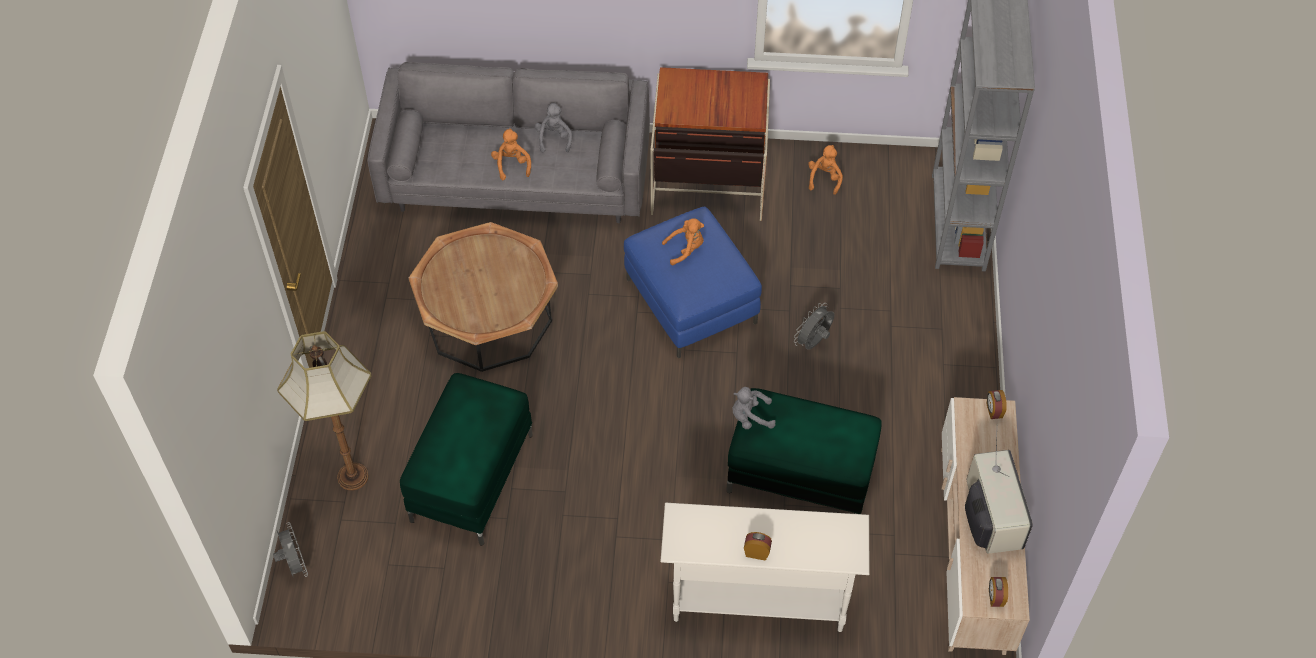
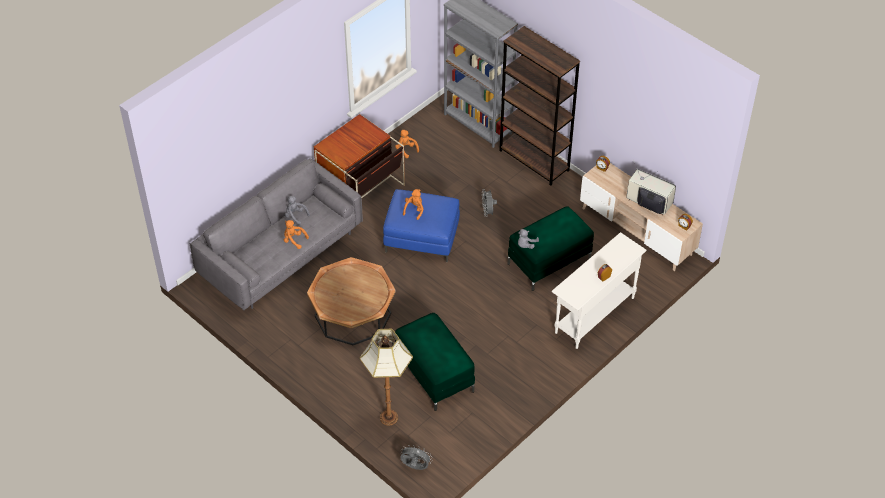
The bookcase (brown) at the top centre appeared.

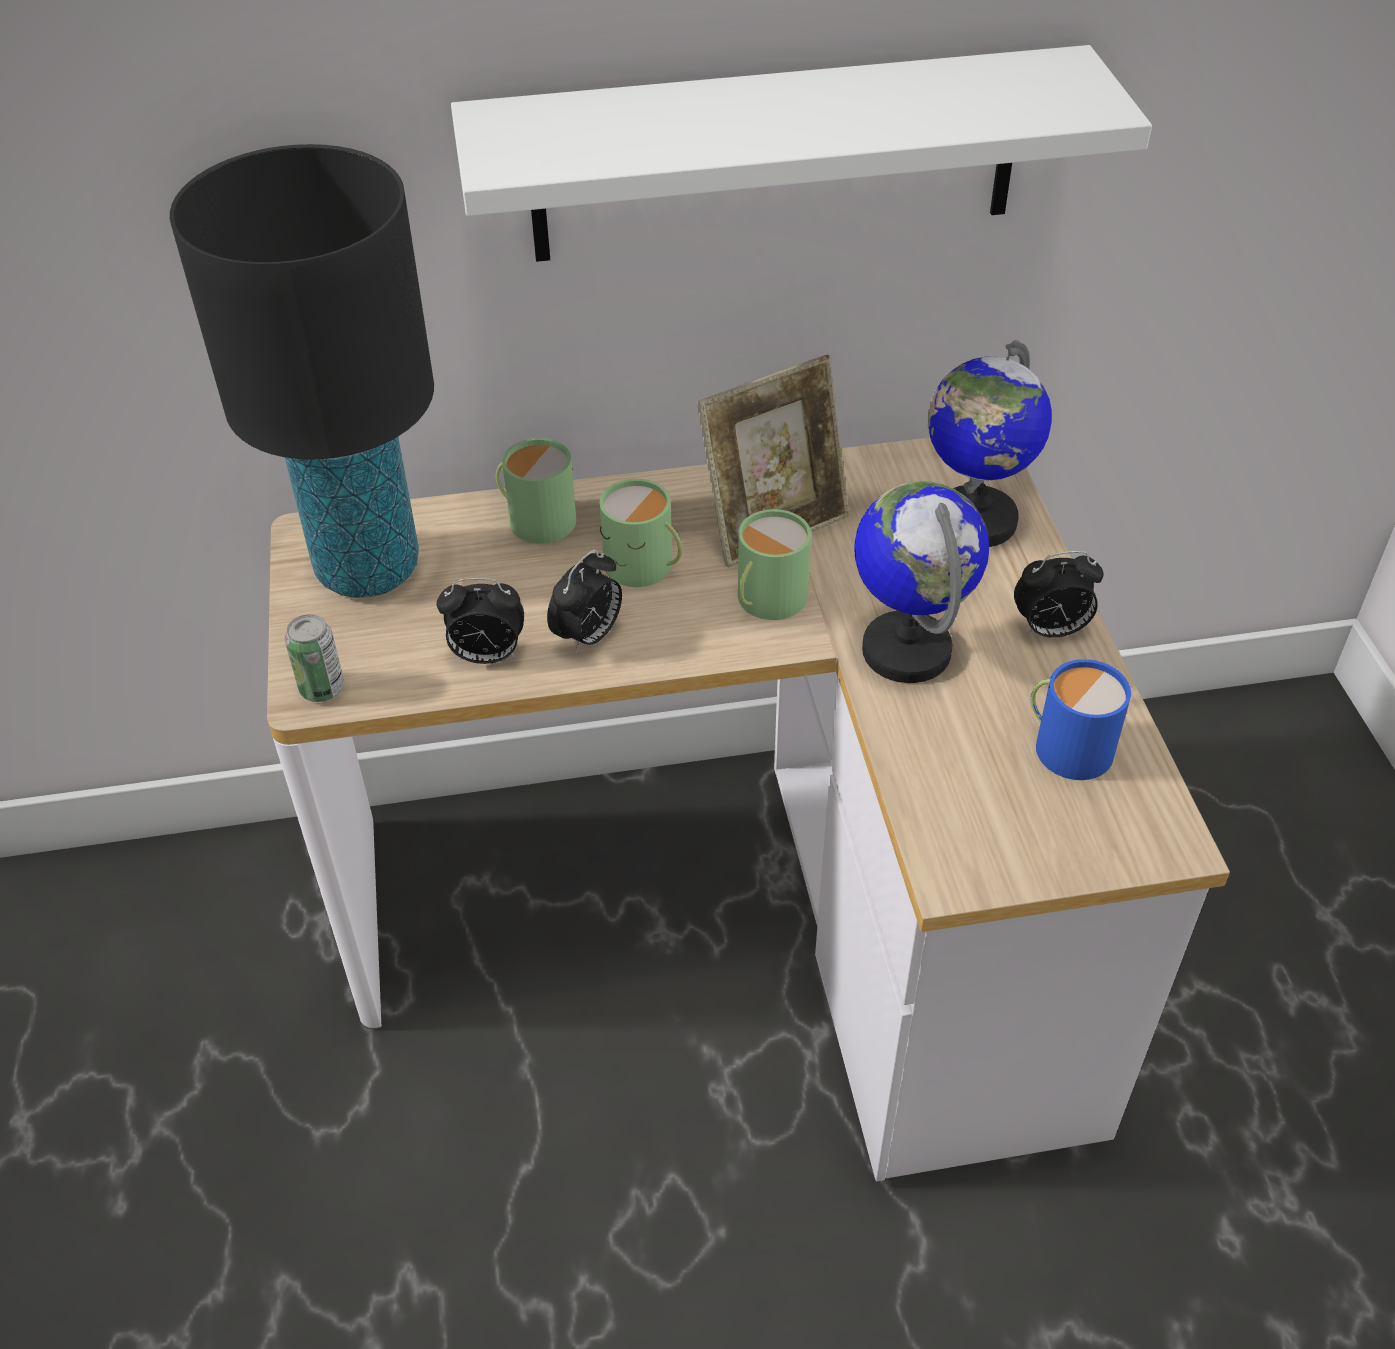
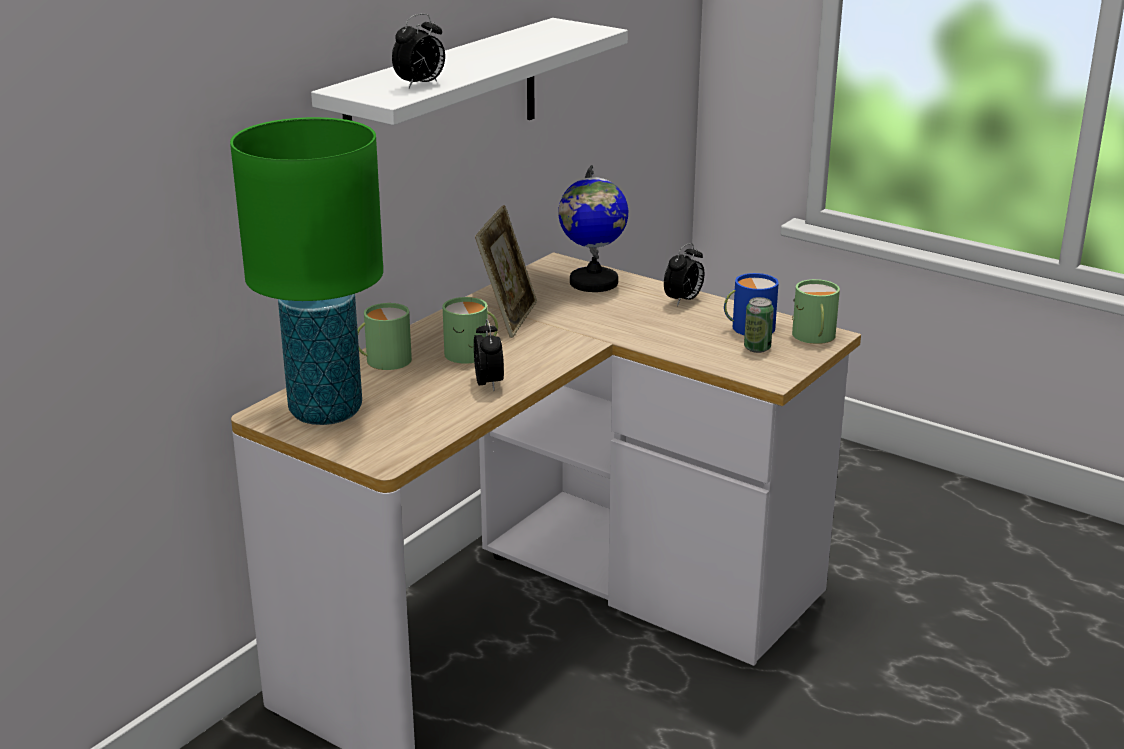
The lamp for a table (blackish) at the top left became the lamp for a table (green) at the middle left.
The desk globe (1st from left) at the centre disappeared.
The coffee mug (green) (3rd from left) moved from the centre to the middle right.
The alarm clock (1st from left) moved from the centre to the top centre.
The metal can moved from the middle left to the middle right.

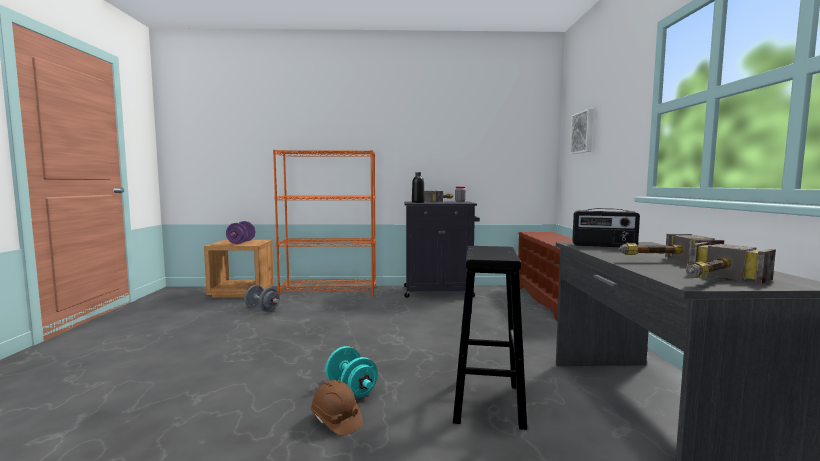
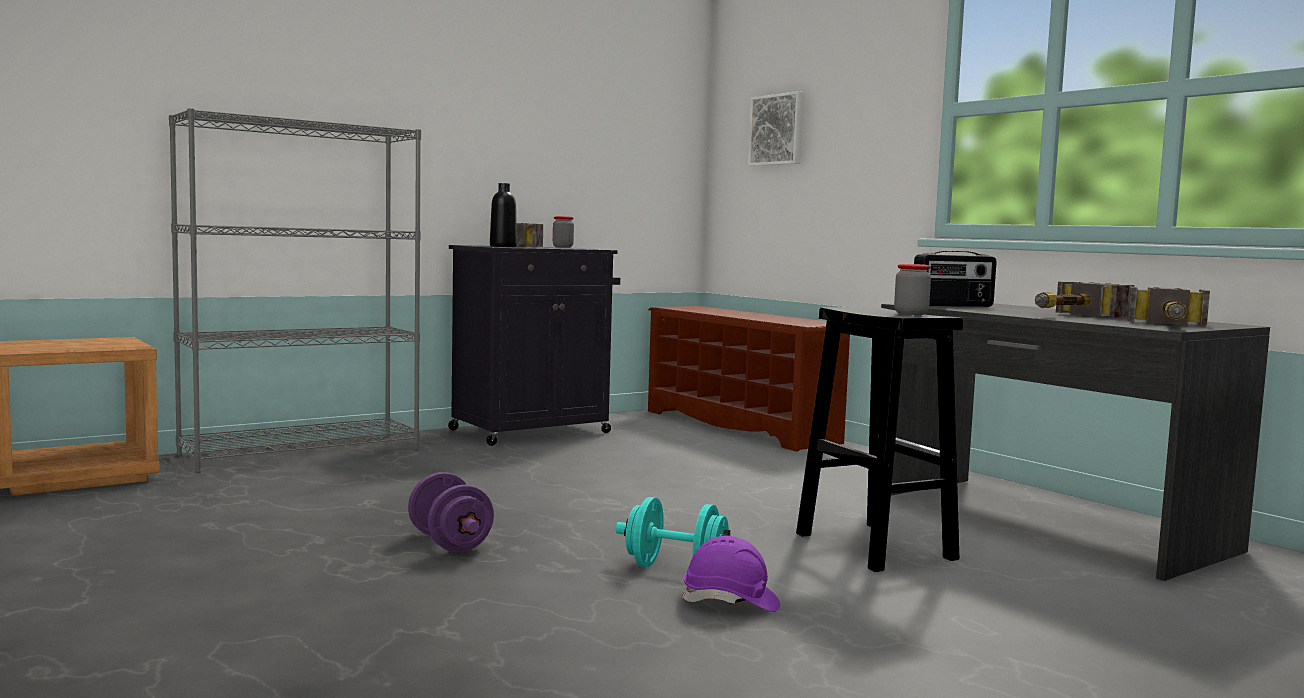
The bookcase (orange) at the centre became the bookcase (grey) at the middle left.
The hand weight (purplish) moved from the middle left to the bottom centre.
The hand weight (grey) at the middle left disappeared.
The work helmet (brown) at the bottom centre became the work helmet (purplish) at the bottom centre.
The jar (2nd from left) at the middle right appeared.

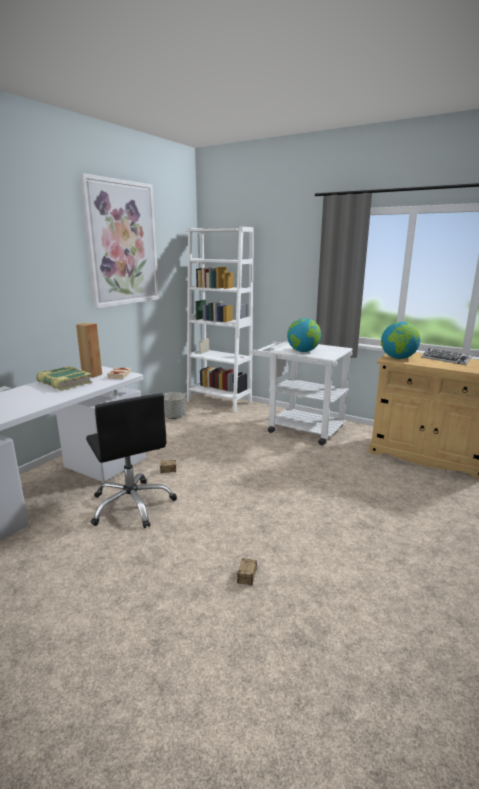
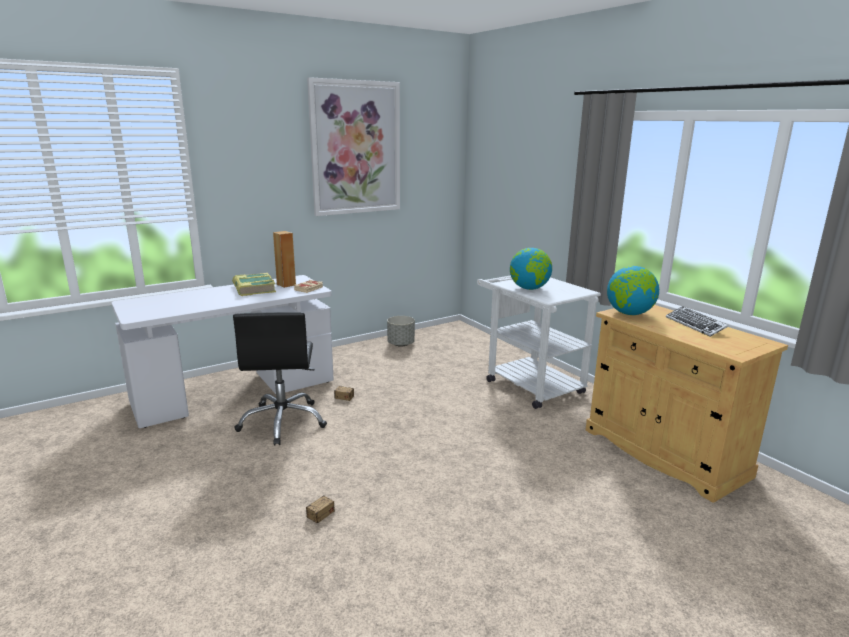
The bookcase (white) at the centre disappeared.

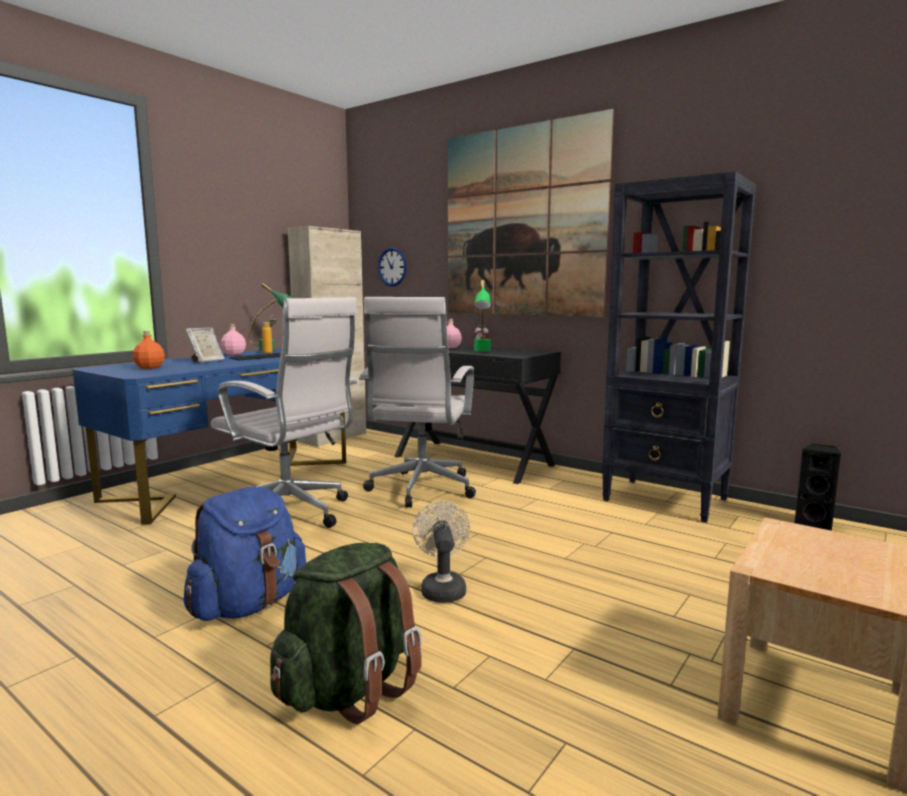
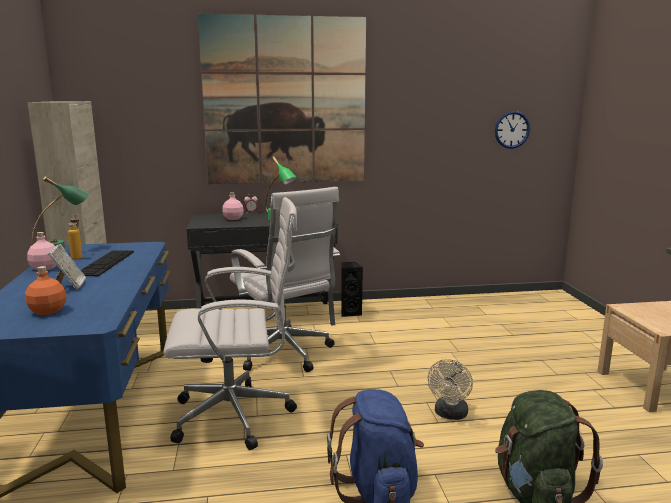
The bookcase (blackish) at the middle right disappeared.
The hanging clock moved from the centre to the top right.
The loudspeaker (blackish) moved from the middle right to the centre.
The fan (beige-coloured) at the bottom centre turned 105 degrees counterclockwise.

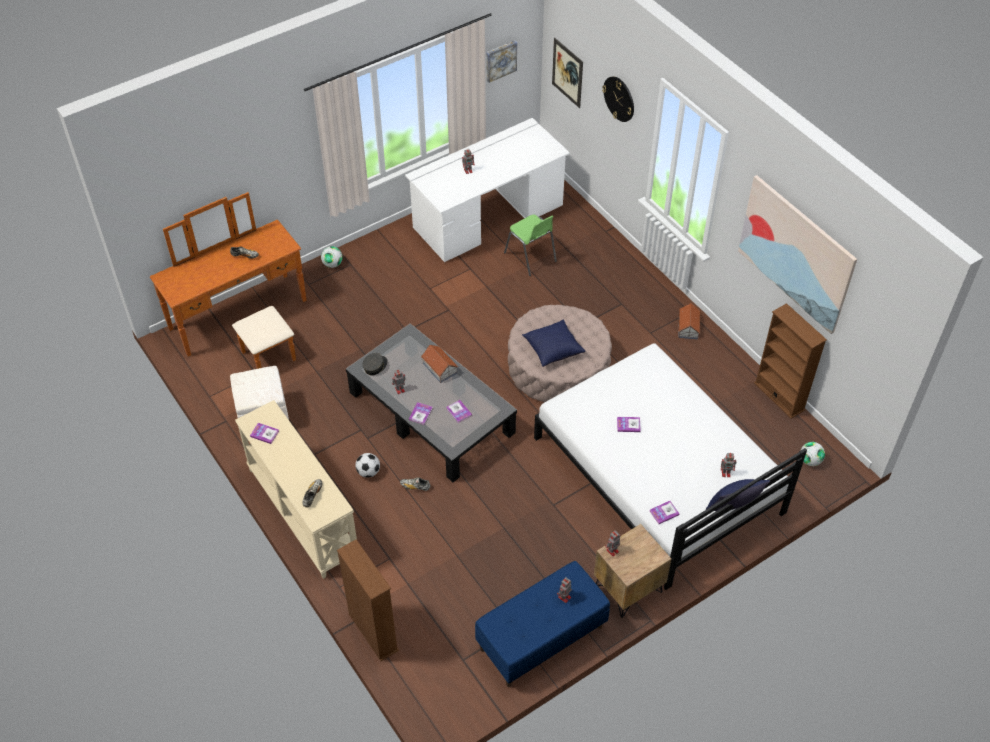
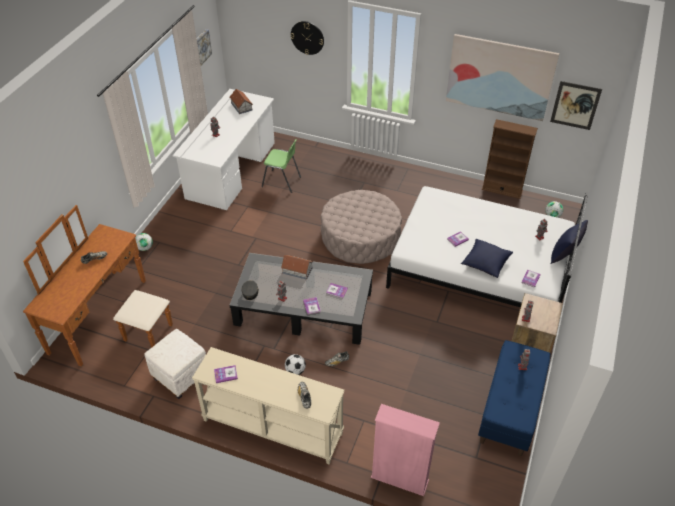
The wall picture (2nd from left in the first image) moved from the top centre to the top right.
The miniature house (2nd from left in the first image) moved from the middle right to the top centre.
The pillow (blue) (1st from left) moved from the centre to the middle right.
The bookcase (brown) (1st from left) at the bottom centre became the bookcase (pinkish) at the bottom centre.

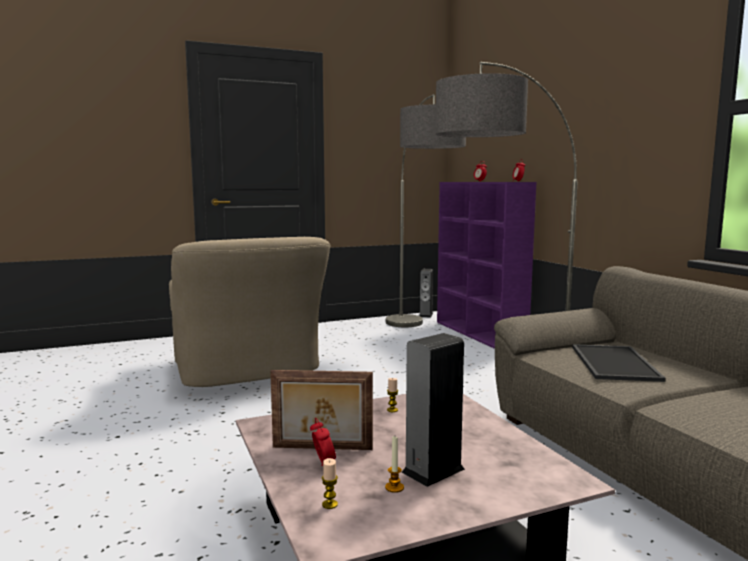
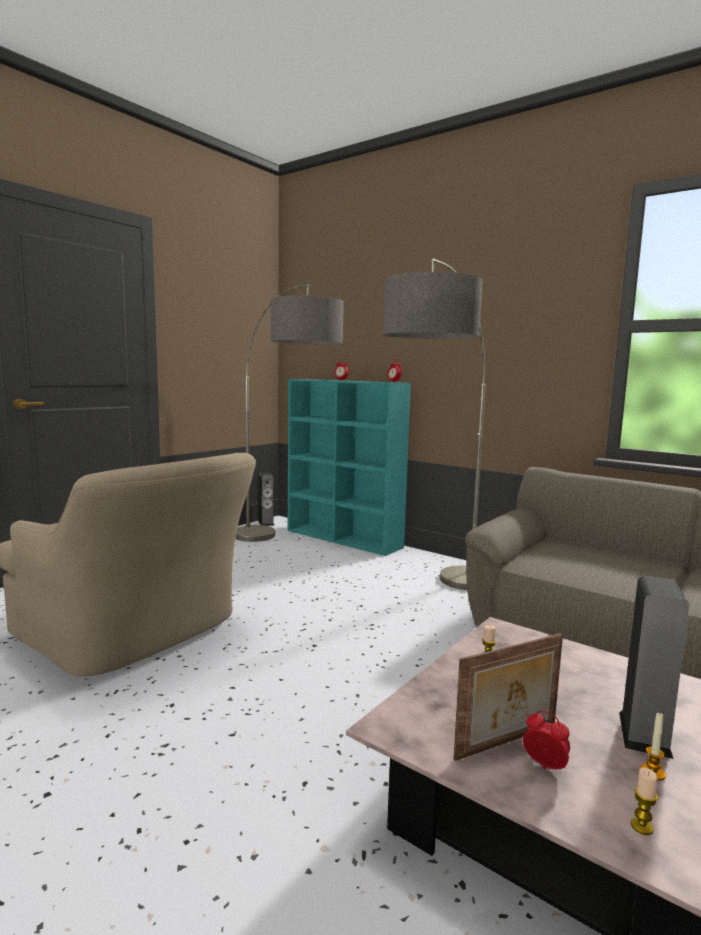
The bookcase (purplish) at the centre became the bookcase (blue-green) at the centre.
The serving tray at the middle right disappeared.

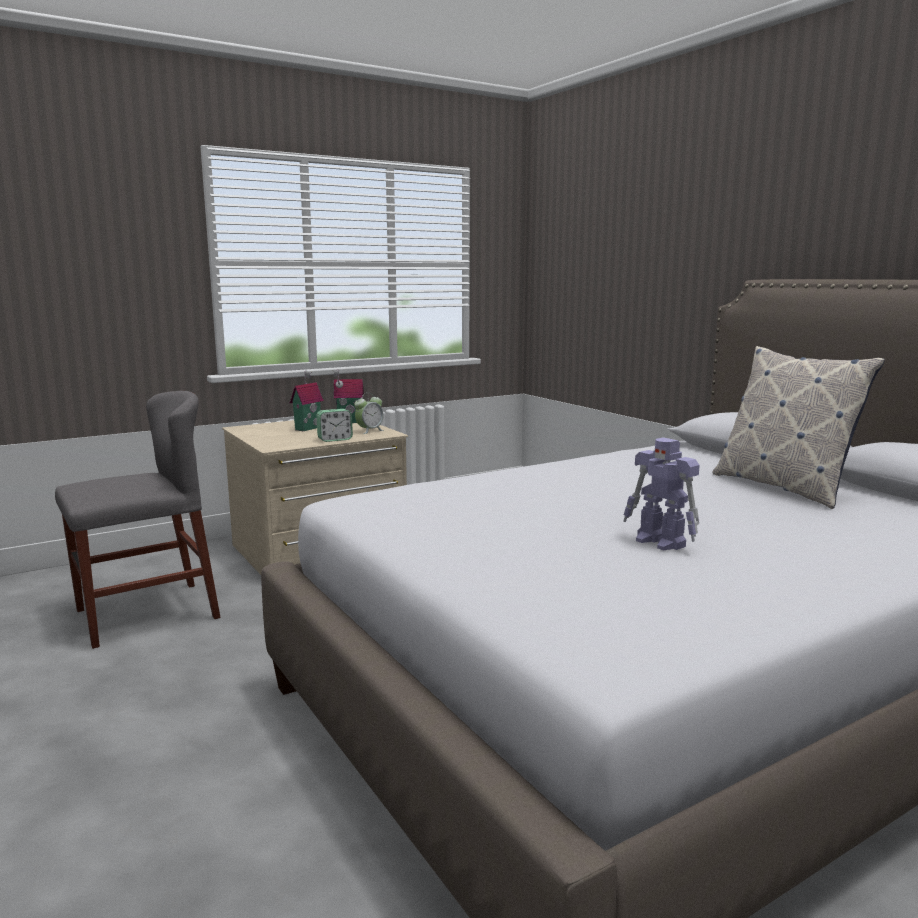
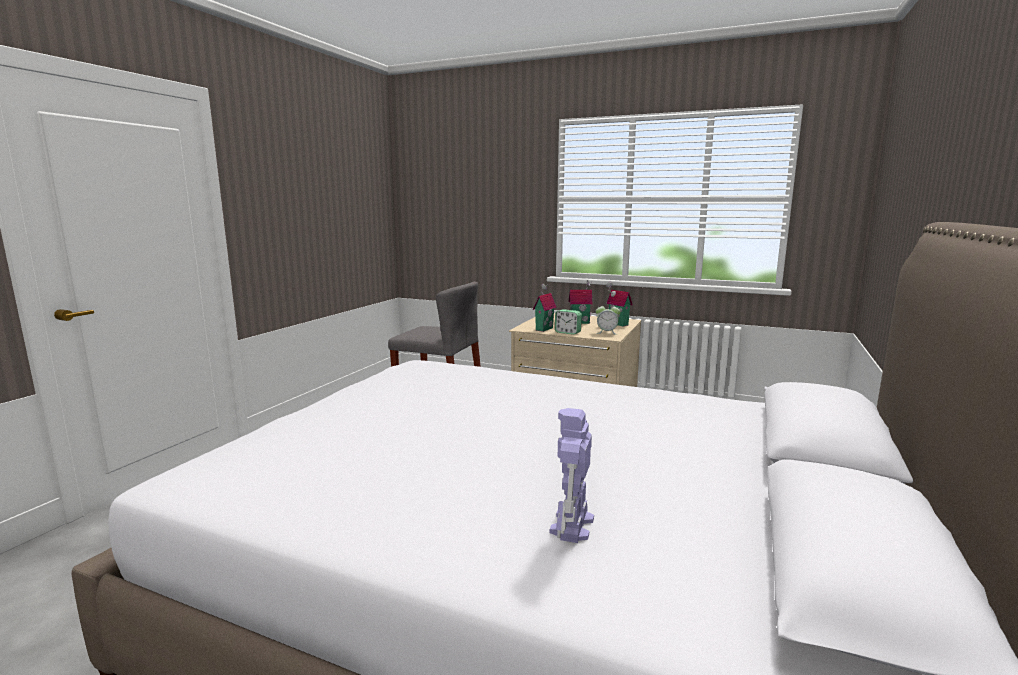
The pillow at the middle right disappeared.
The toy robot moved from the middle right to the bottom centre.
The miniature house (1st from left) at the centre appeared.

